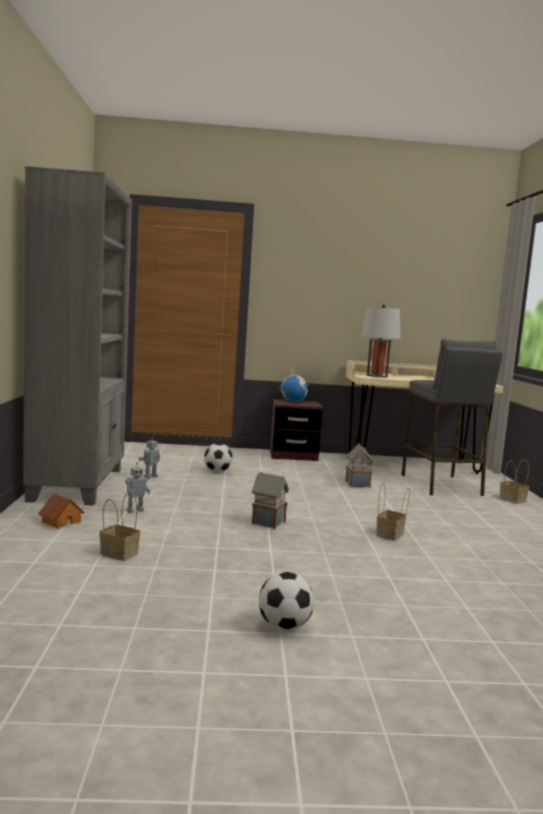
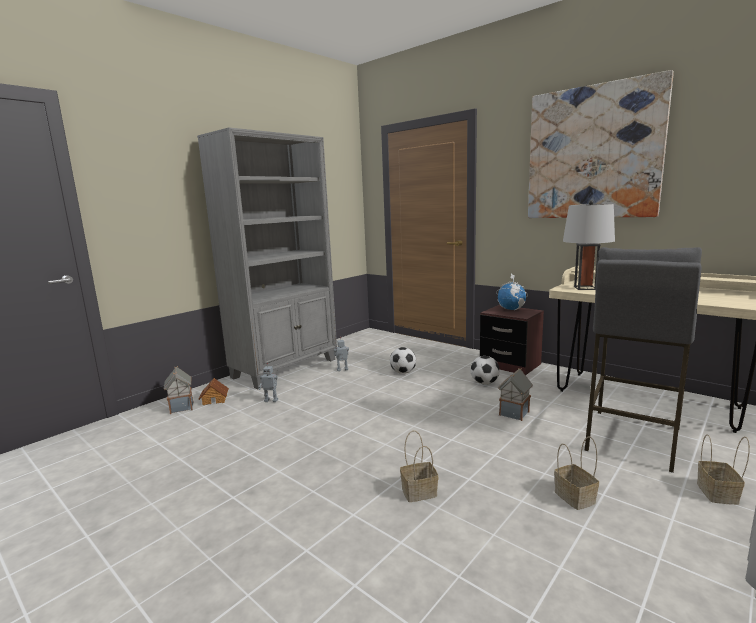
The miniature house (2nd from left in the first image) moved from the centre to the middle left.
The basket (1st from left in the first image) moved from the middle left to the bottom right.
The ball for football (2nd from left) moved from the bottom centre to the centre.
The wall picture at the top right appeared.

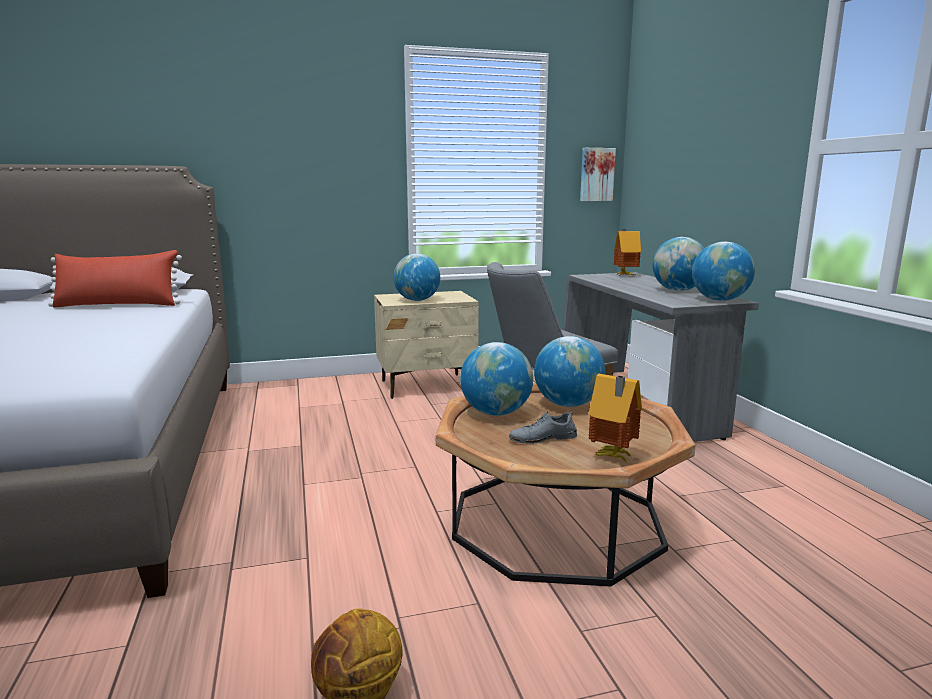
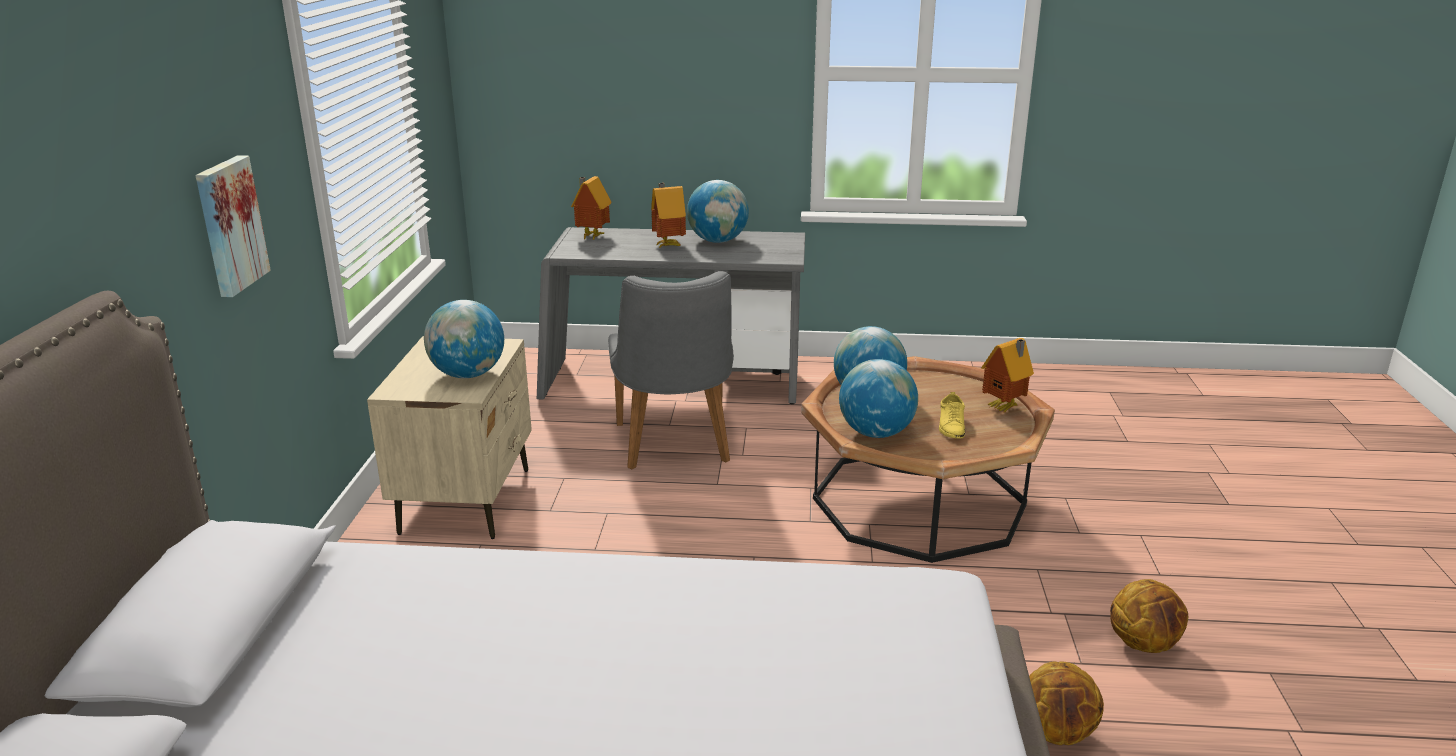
The wall picture moved from the top centre to the top left.
The desk globe (5th from left) at the middle right disappeared.
The pillow (red-coloured) at the middle left disappeared.
The item of footwear (grey) at the centre became the item of footwear (yellow) at the centre.
The miniature house (2nd from left) at the top centre appeared.
The basketball (1st from left) at the bottom right appeared.

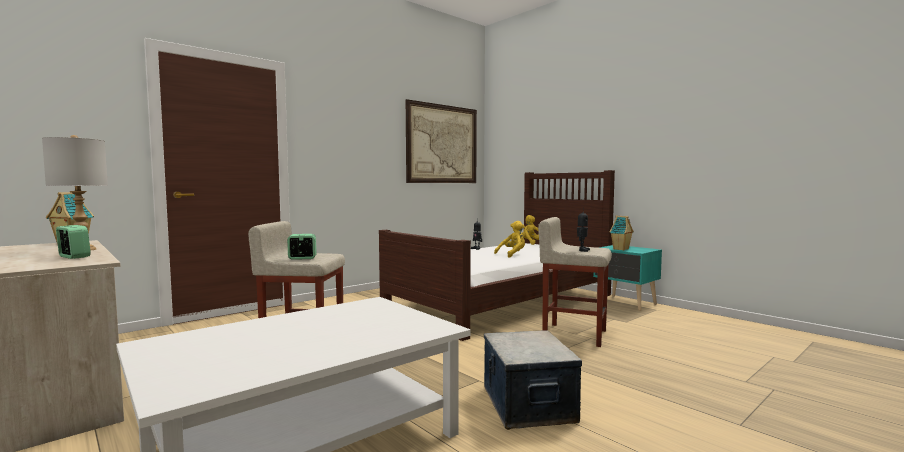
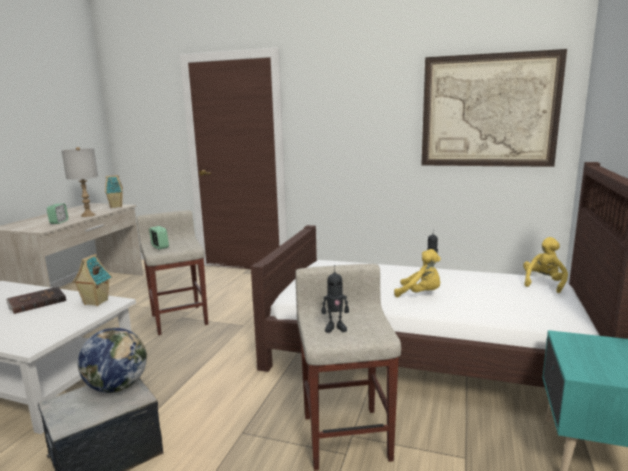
The miniature house (2nd from left in the first image) moved from the middle right to the middle left.
The volume (brown) at the middle left appeared.
The desk globe at the bottom left appeared.

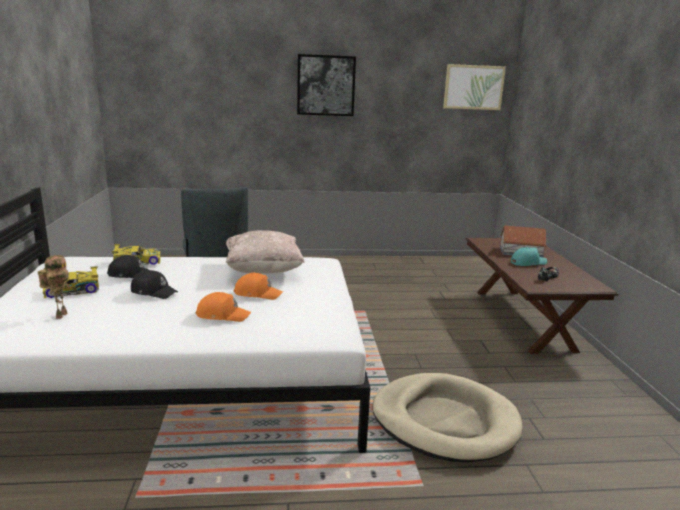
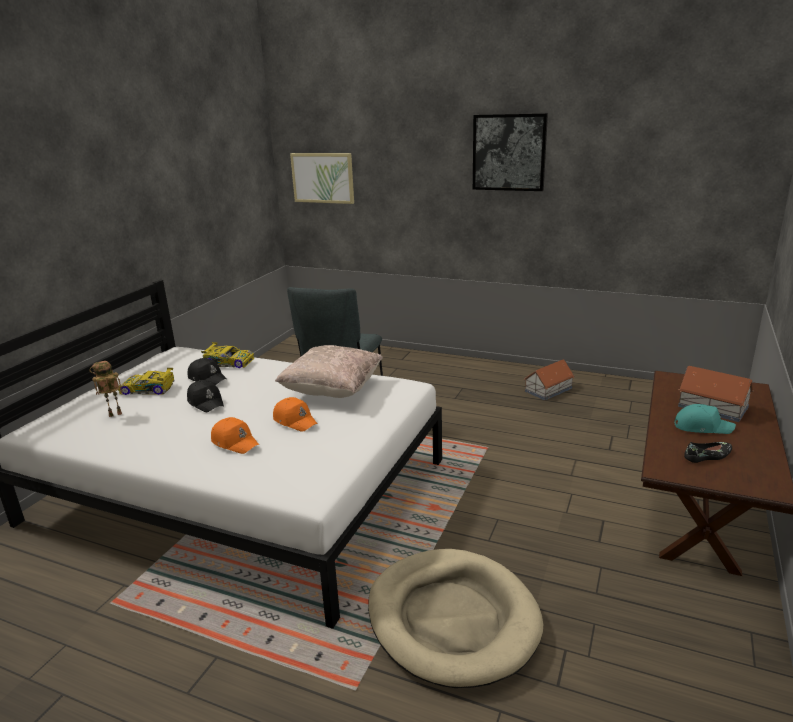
The wall picture (2nd from left in the first image) moved from the top right to the top centre.
The toy robot at the middle left turned 150 degrees counterclockwise.
The miniature house (1st from left) at the middle right appeared.

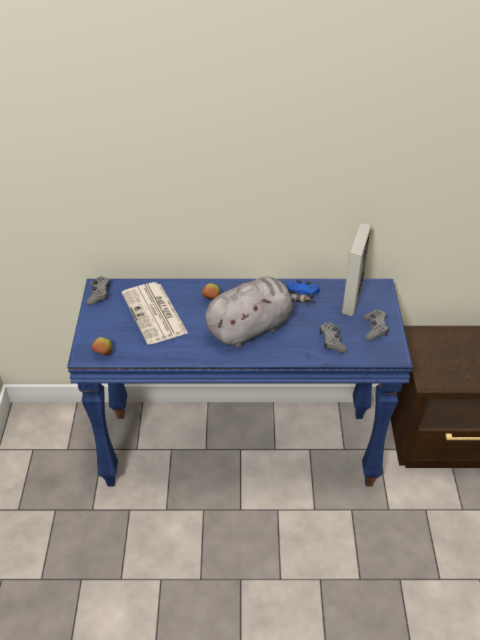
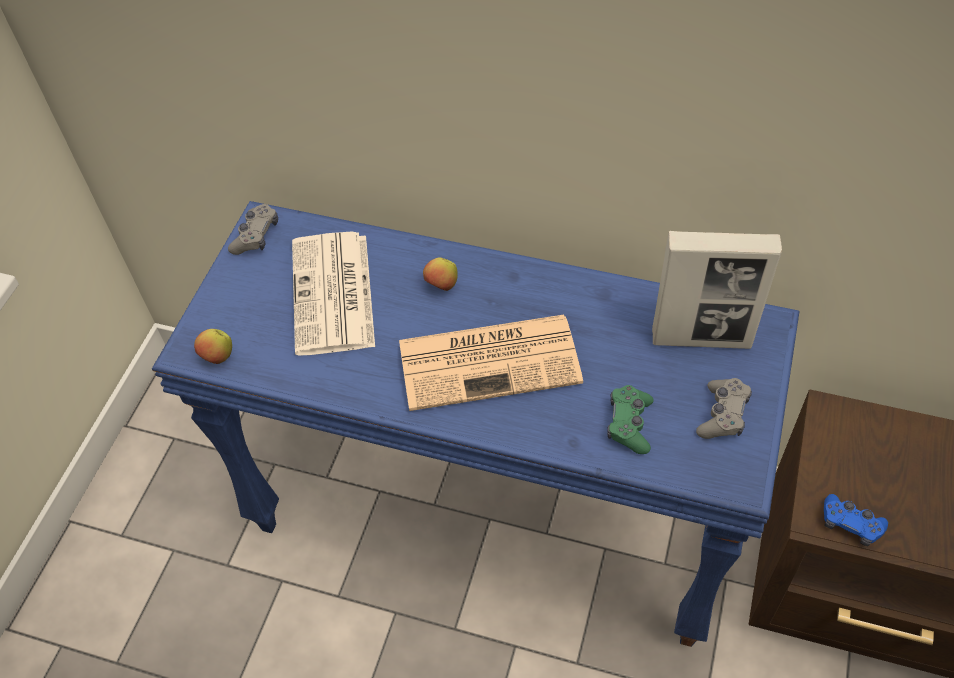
The photo frame at the middle right turned 60 degrees clockwise.
The soft toy (grey) at the centre was replaced by the daily paper (2nd from left) at the centre.
The game controller (blue) moved from the centre to the bottom right.
The game controller (grey) (2nd from left) at the middle right became the game controller (green) at the centre.

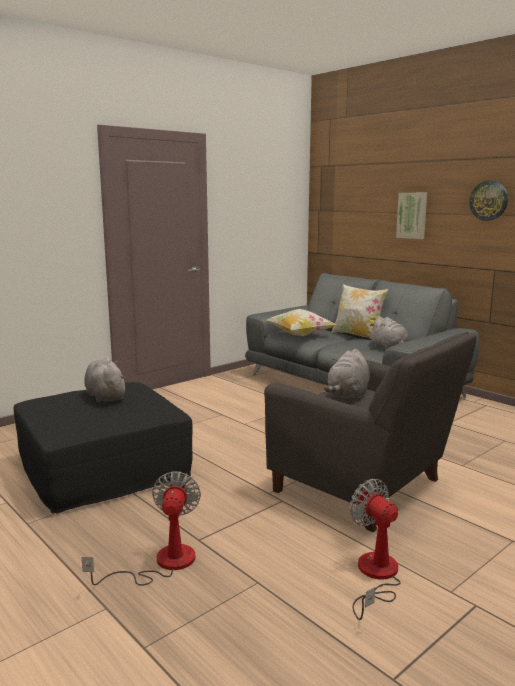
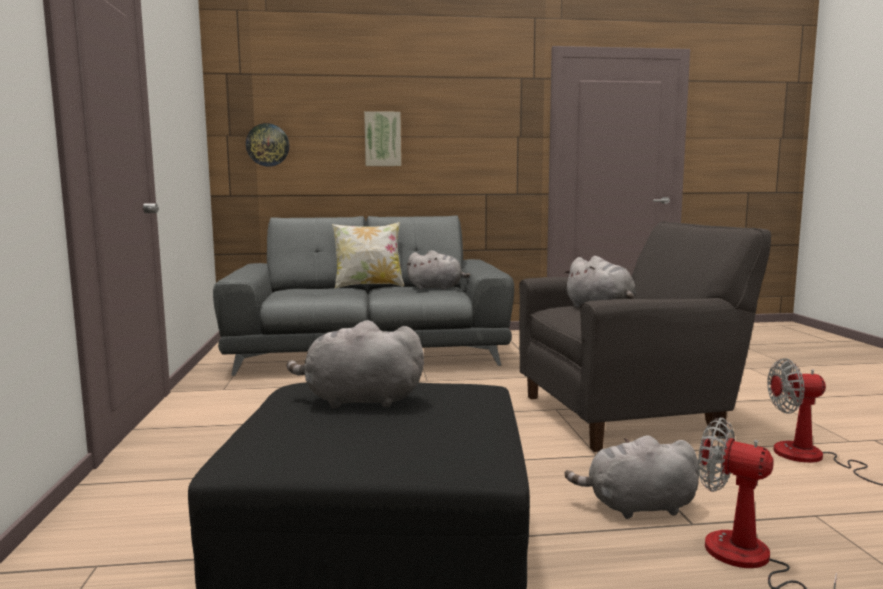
The hanging clock moved from the top right to the top left.
The pillow (1st from left) at the centre disappeared.
The soft toy (grey) (4th from left) at the bottom right appeared.

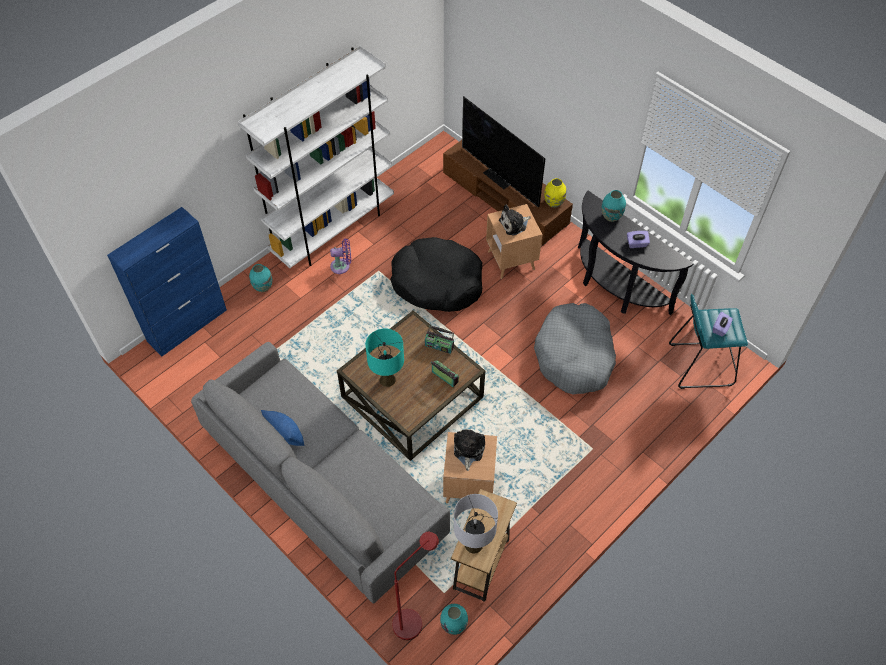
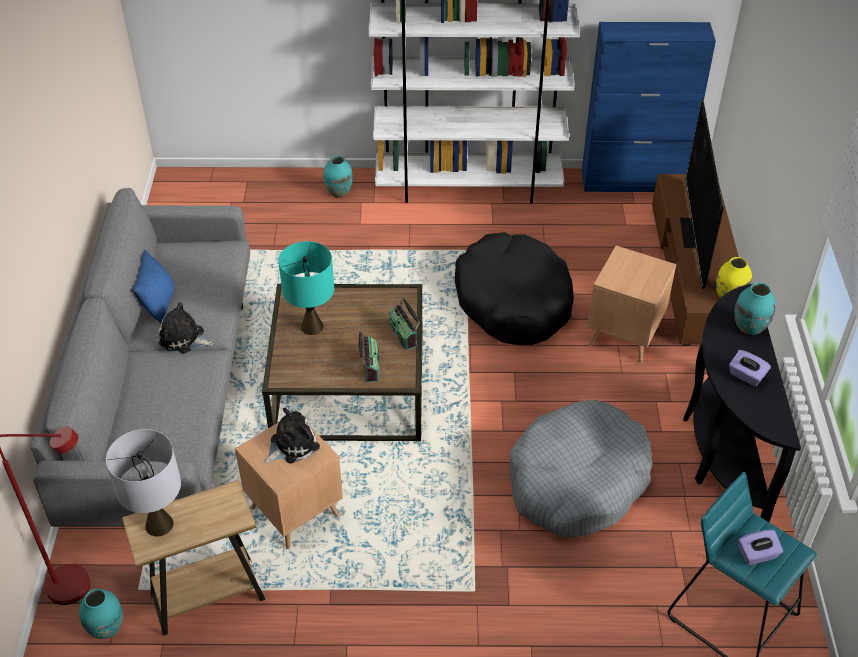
The soft toy (2nd from left in the first image) moved from the top centre to the middle left.
The storage cabinet (blue) moved from the middle left to the top right.
The fan (purplish) at the centre disappeared.

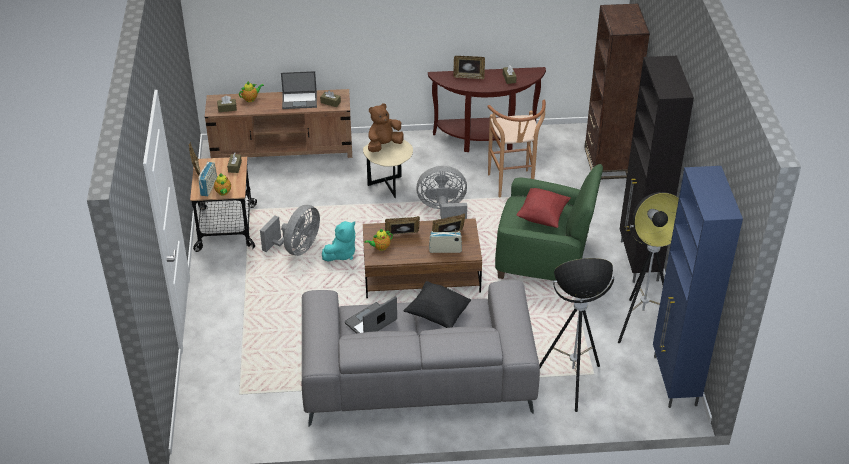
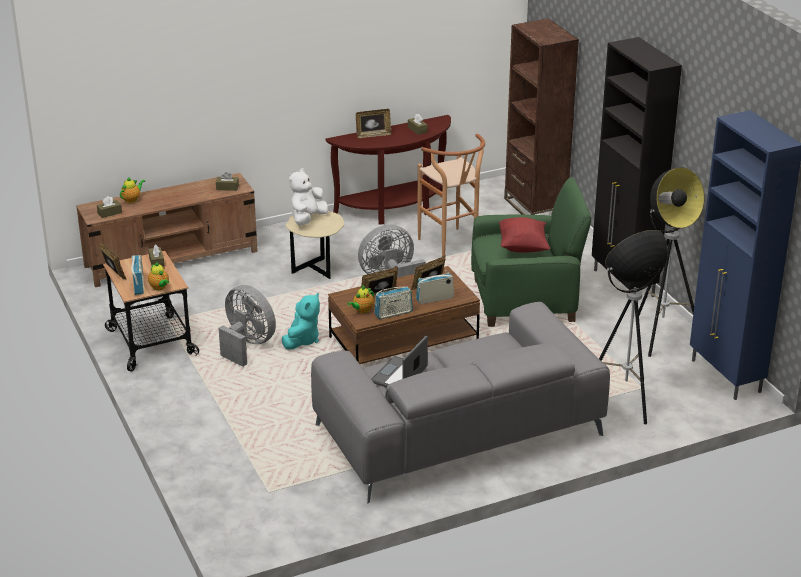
The laptop (1st from left) at the top centre disappeared.
The soft toy (brown) at the top centre became the soft toy (white) at the centre.
The fan (grey) (1st from left) at the centre turned 60 degrees counterclockwise.
The pillow (blackish) at the centre disappeared.
The radio (2nd from left) at the centre appeared.

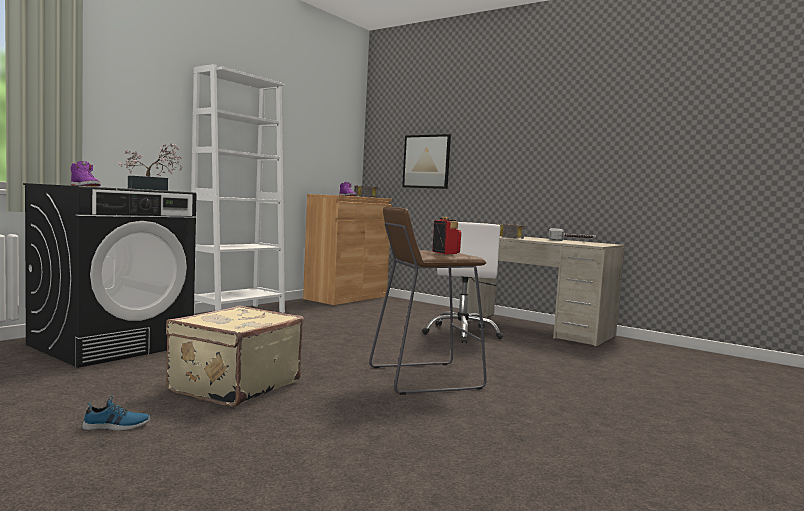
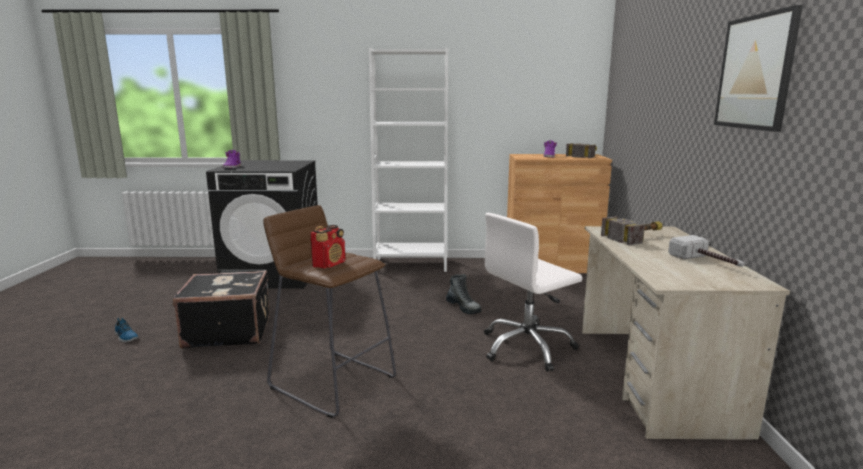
The wall picture moved from the top centre to the top right.
The houseplant at the top left disappeared.
The travel case (beige-coloured) at the bottom left became the travel case (blackish) at the middle left.
The tall boot at the centre appeared.

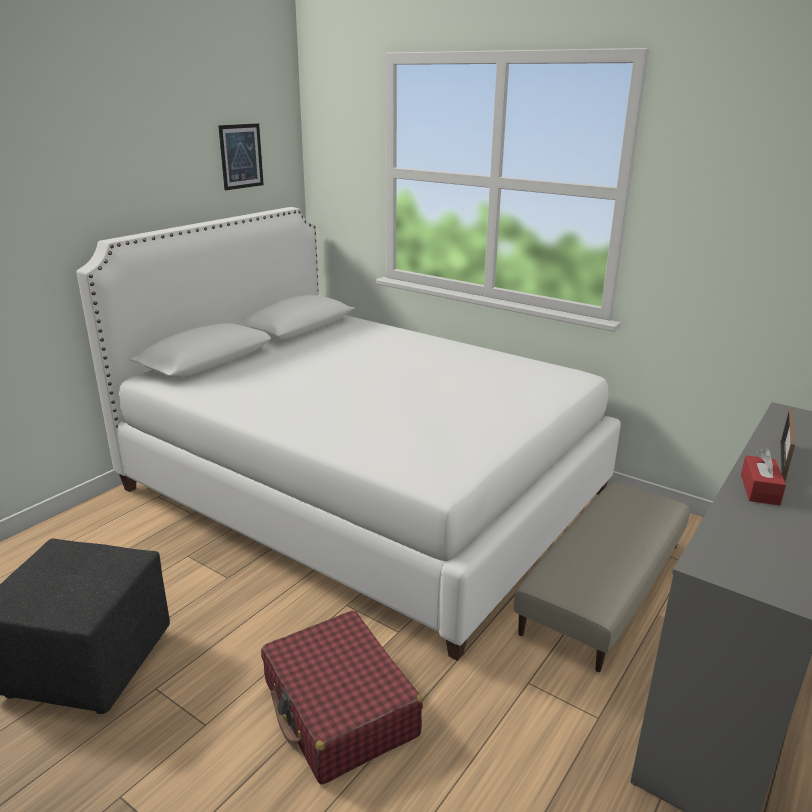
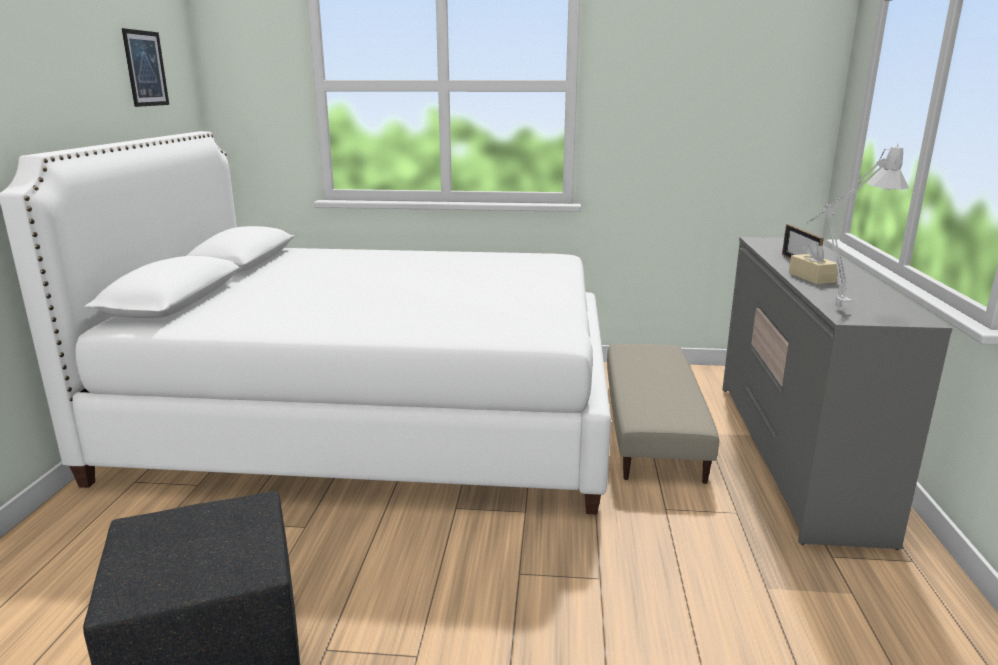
The box of tissues (red-coloured) at the middle right became the box of tissues (beige-coloured) at the middle right.
The travel case (red-coloured) at the bottom centre disappeared.
The lamp for a table (grey) at the middle right appeared.

